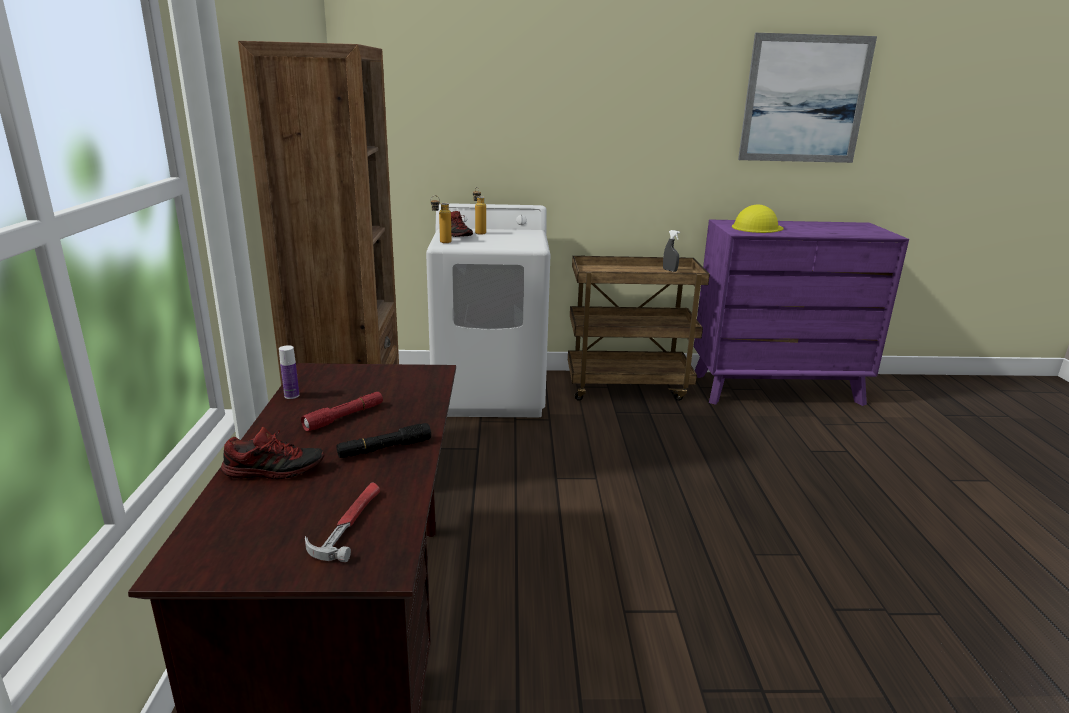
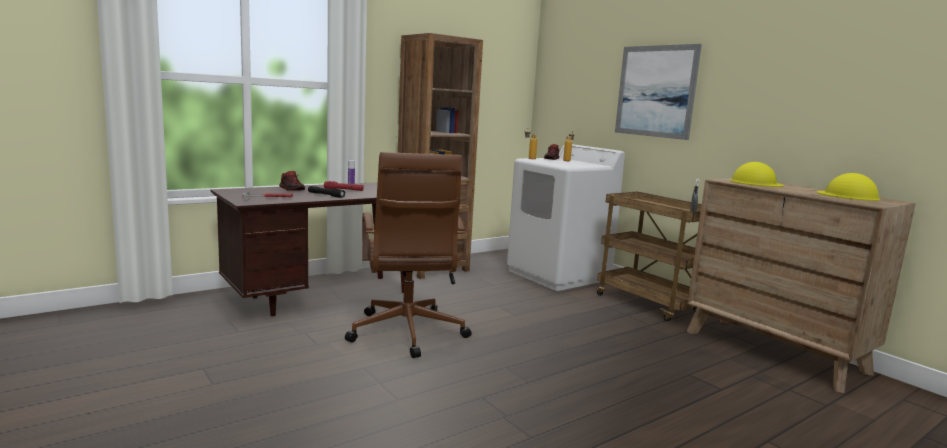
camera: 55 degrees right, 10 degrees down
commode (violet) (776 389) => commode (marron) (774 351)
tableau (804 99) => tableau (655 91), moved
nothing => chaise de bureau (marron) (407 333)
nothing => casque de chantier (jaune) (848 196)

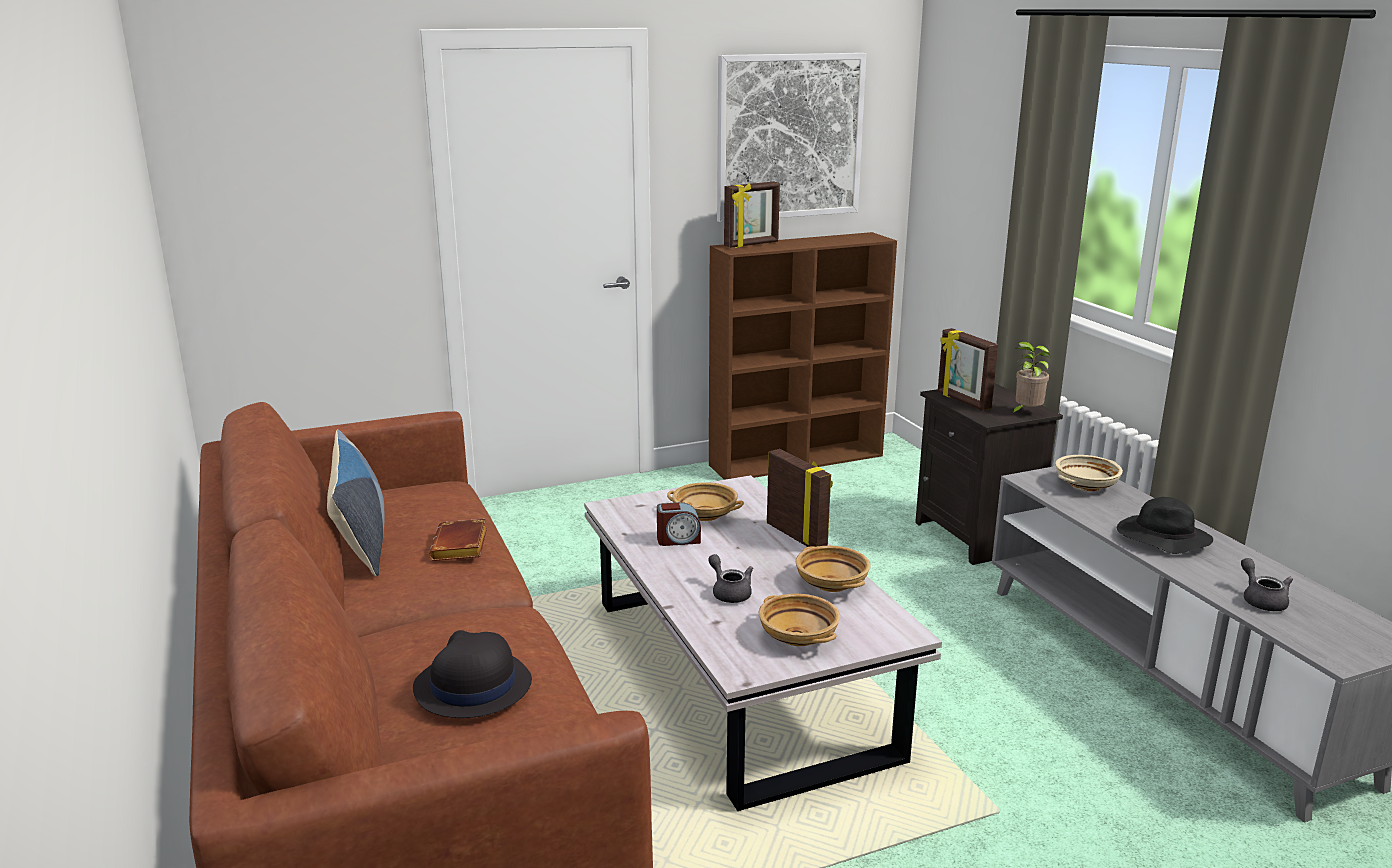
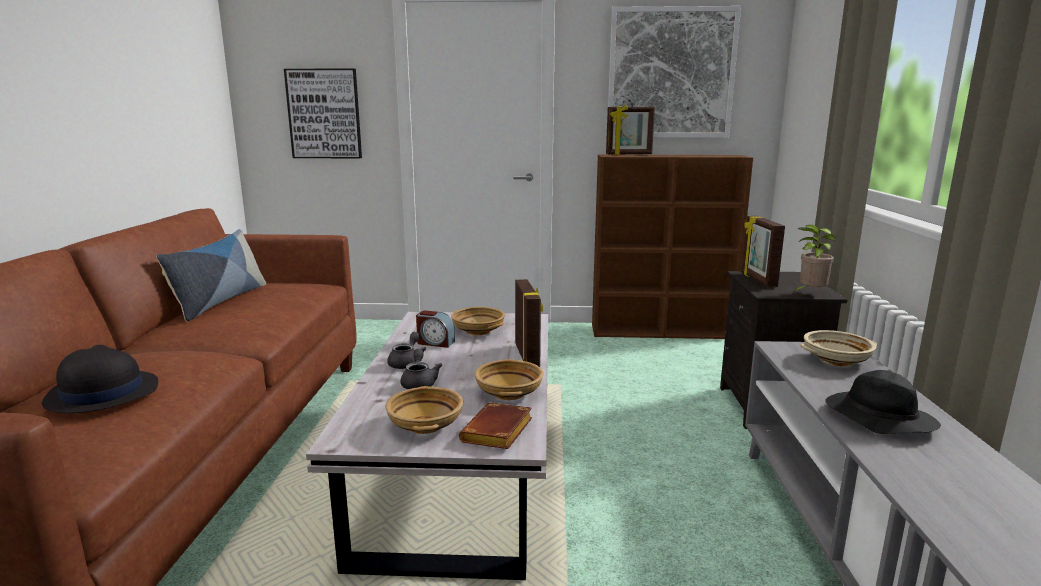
camera: 25 degrees right, 5 degrees down
livre (marron) (461 547) => livre (marron) (498 433), moved
théière (gris) (1261 600) => théière (gris) (407 363), moved
nothing => tableau (324 114)

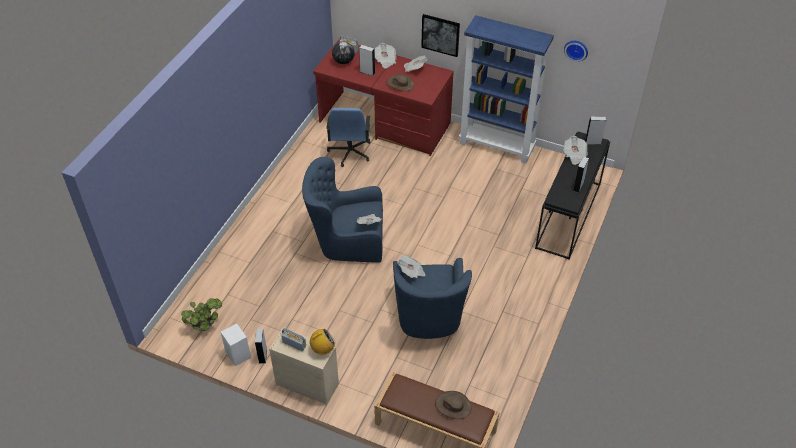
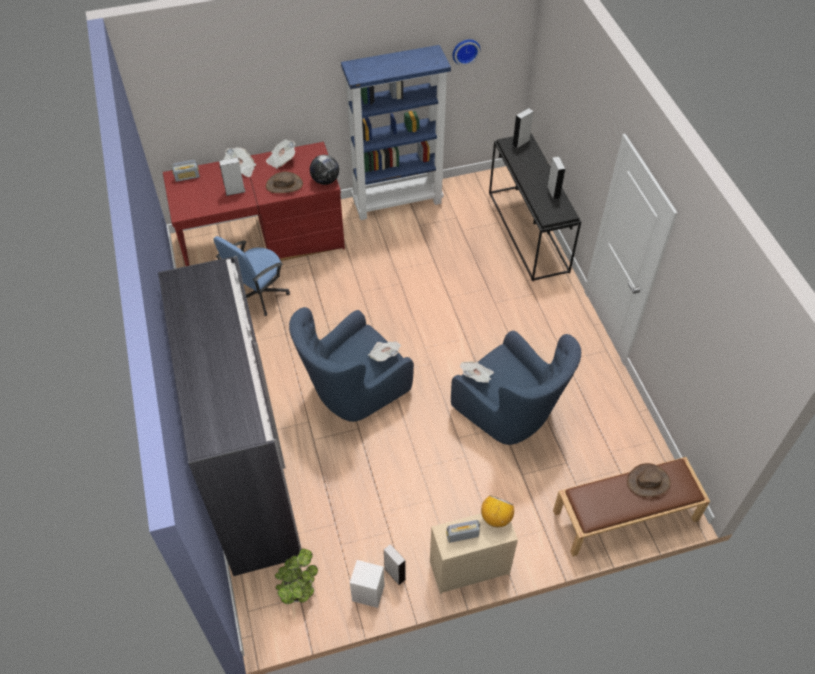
camera: 40 degrees left, 5 degrees up
chaise de bureau (bleu) (350 152) => chaise de bureau (bleu) (258 294), 75 degrees clockwise
globe (343 61) => globe (325 180), moved
tableau (440 35) => nothing
journal (574 155) => nothing
nothing => armoire (gris) (250 476)

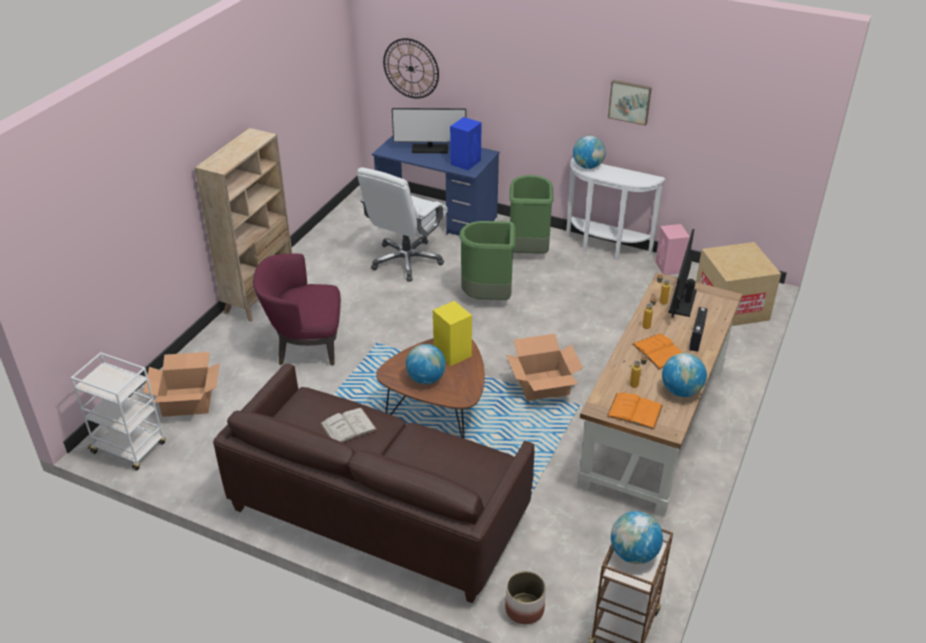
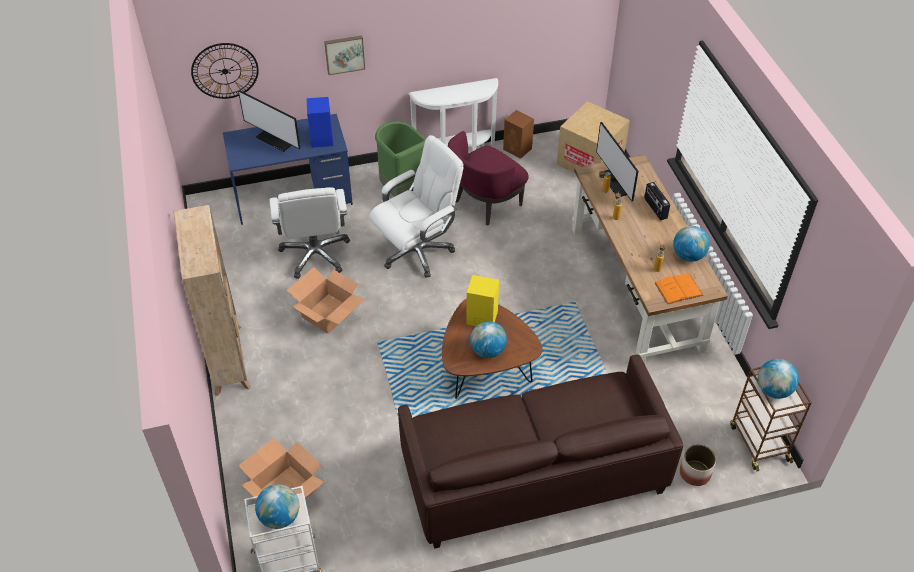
camera: 40 degrees left, 10 degrees up
fauteuil (violet) (305 346) => fauteuil (violet) (485 204), moved
livre (blanc) (348 427) => nothing
écran d'ordinateur (430 149) => écran d'ordinateur (275 140), 75 degrees clockwise
poubelle (vert) (488 298) => chaise de bureau (blanc) (417 251)
carton (543 385) => carton (328 313), moved
globe (587 166) => globe (280 517), moved
tableau (630 101) => tableau (344 54), moved
livre (orange) (659 351) => nothing
enceinte (rose) (669 267) => enceinte (marron) (518 149)

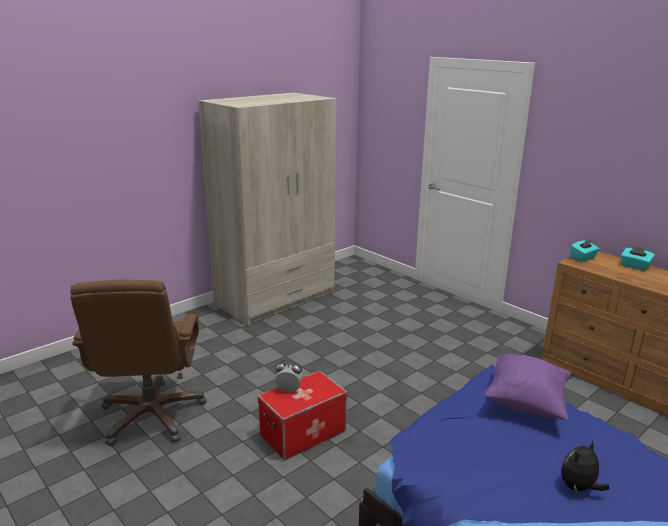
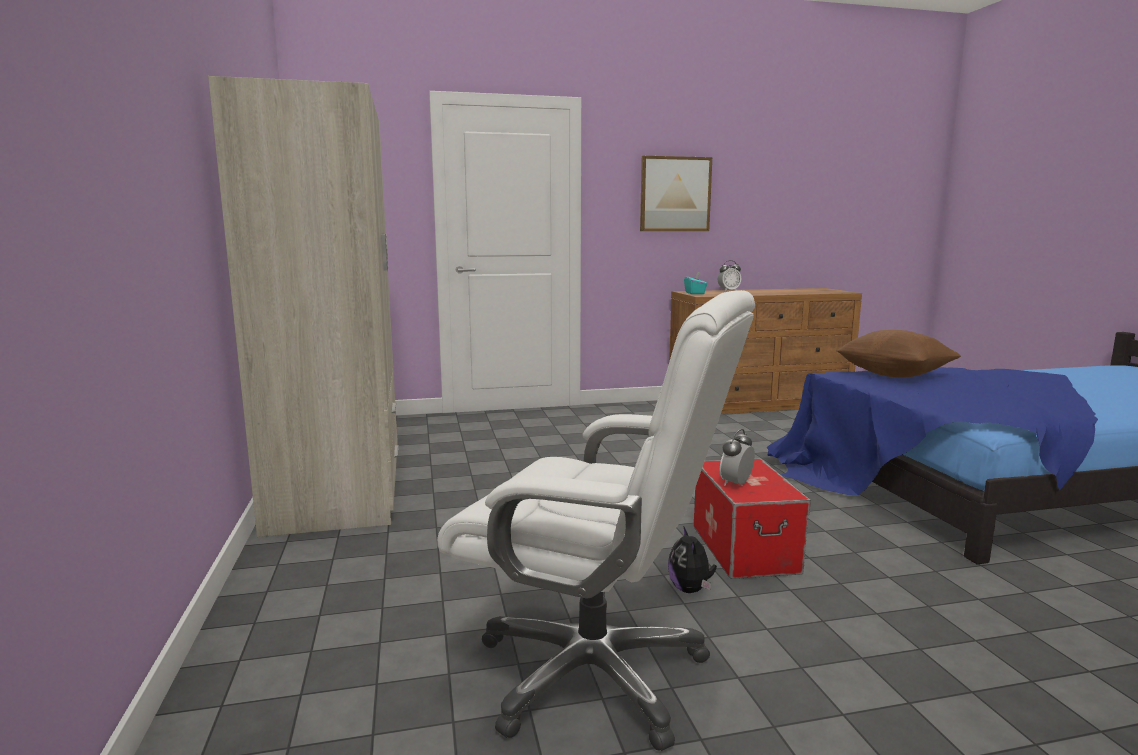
camera: 60 degrees left, 10 degrees down
chaise de bureau (marron) (152 416) => chaise de bureau (blanc) (594 673)
coussin (violet) (526 403) => coussin (marron) (894 375)
peluche (579 488) => peluche (690 590), moved
boîte à mouchoirs (turquoise) (635 266) => réveil (728 291)
nothing => tableau (675 194)

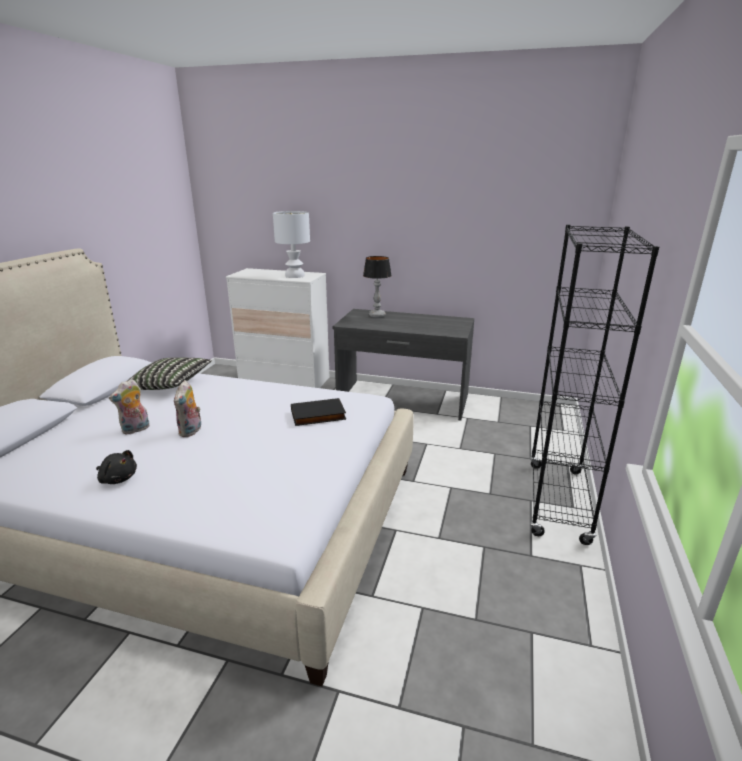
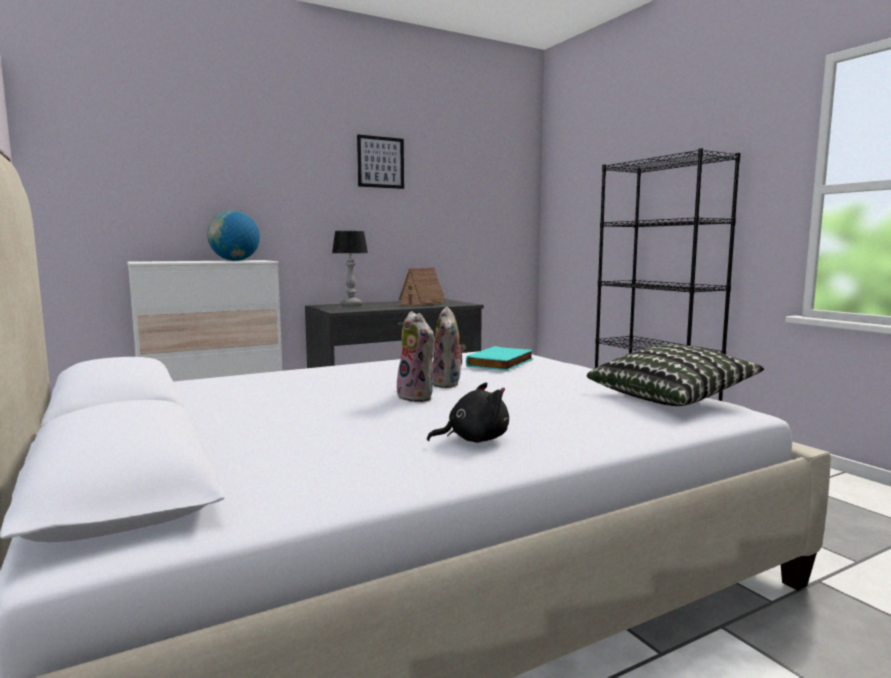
camera: 45 degrees left, 15 degrees down
peluche (135 430) => peluche (448 384), moved
coussin (171 385) => coussin (670 397), moved
lampe de table (blanc) (294 276) => globe (235 260)
livre (noir) (318 416) => livre (turquoise) (502 363)
nothing => tableau (380 162)
nothing => maison miniature (420 304)

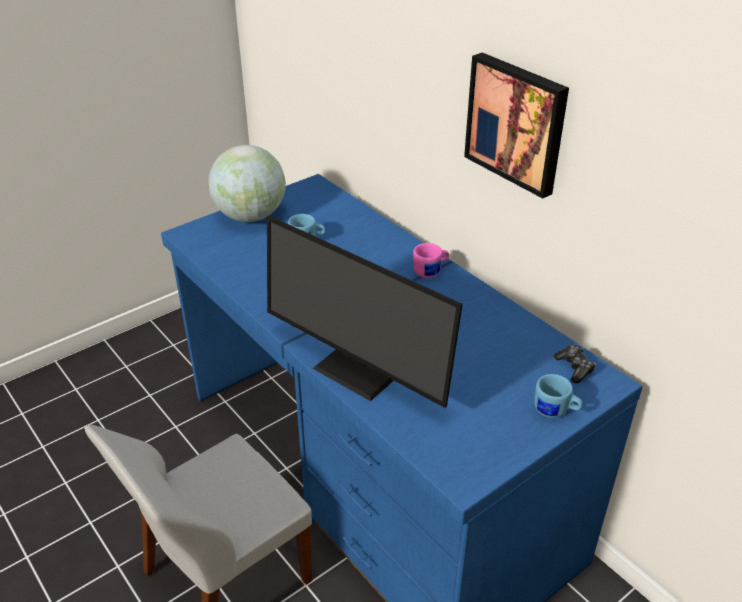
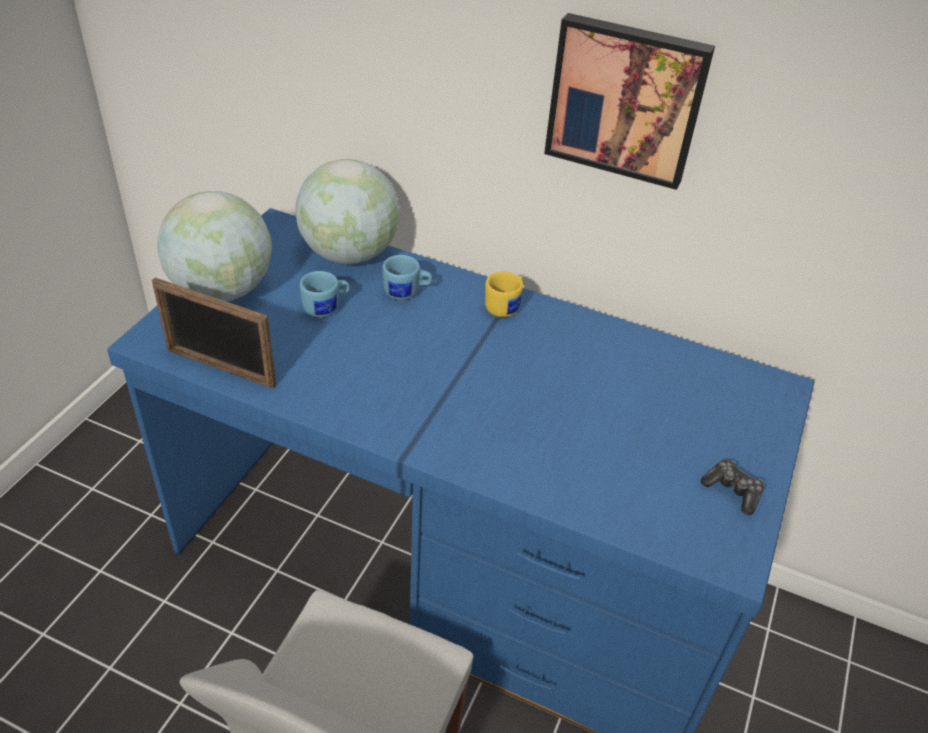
camera: 30 degrees left, 5 degrees up
écran d'ordinateur (362 366) => nothing
mug (rose) (431 271) => mug (jaune) (505 306)
mug (bleu) (555 411) => mug (bleu) (407 293), moved
manette (574 368) => manette (732 491), moved
nothing => cadre photo (220 368)
nothing => globe (349 254)

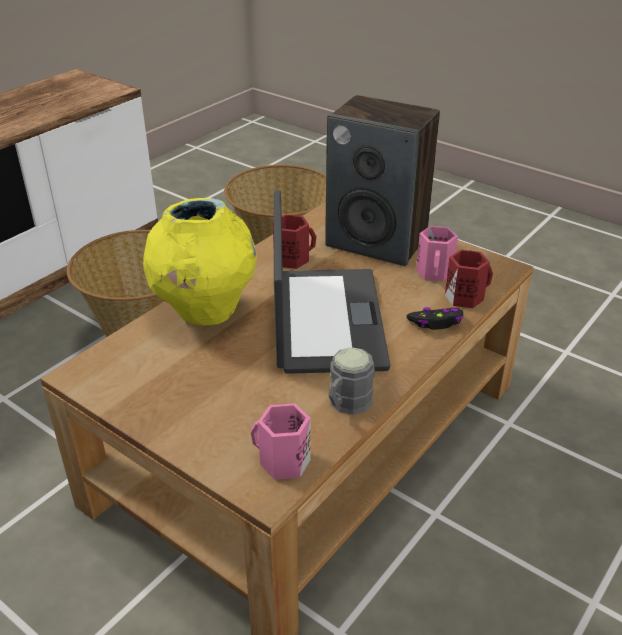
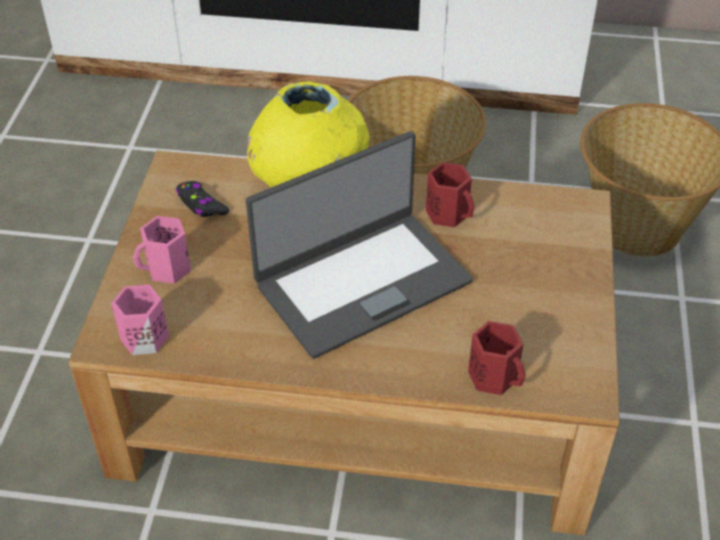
camera: 60 degrees right, 10 degrees up
enceinte (378 241) => nothing
mug (gris) (346 404) => nothing
manette (noir) (436 323) => manette (noir) (201 205), moved
mug (rose) (435 272) => mug (rose) (167 269), moved

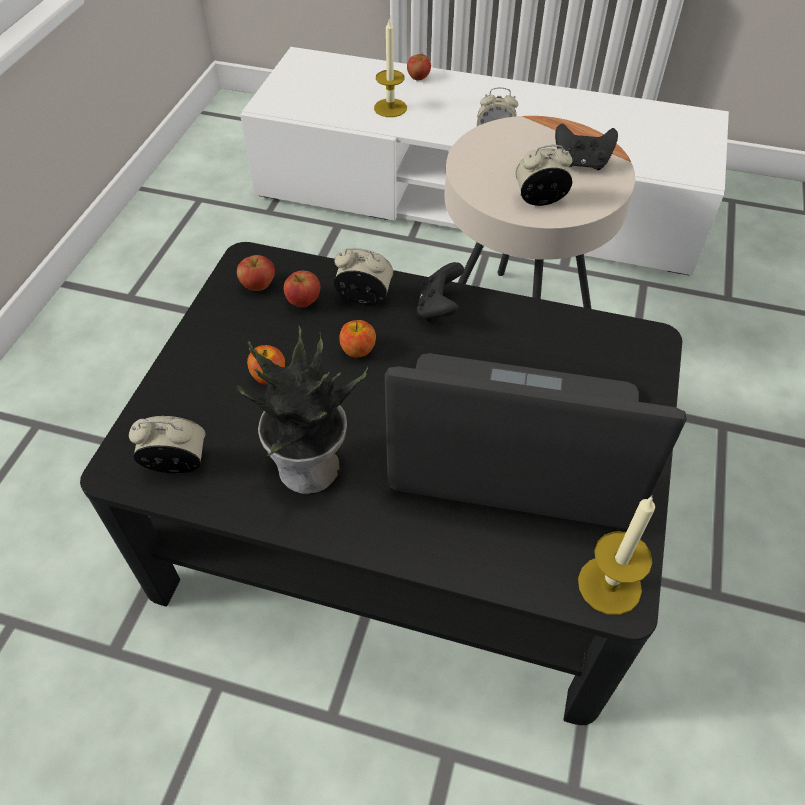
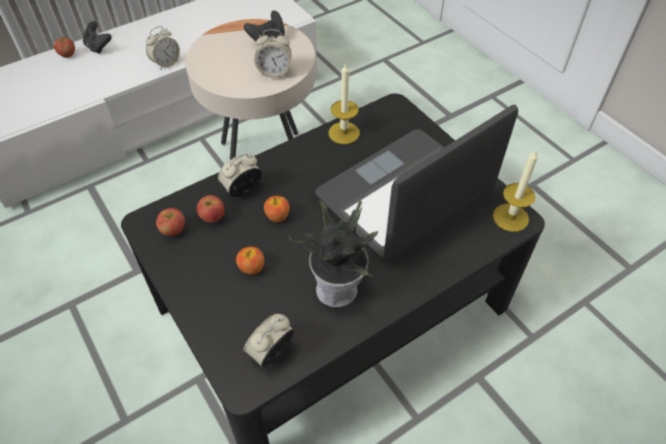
camera: 50 degrees left, 0 degrees up
bougie (390 108) => bougie (344 133), moved
manette (noir) (438 308) => manette (noir) (98 47), moved
réveil (540 200) => réveil (274 72), 120 degrees counterclockwise

